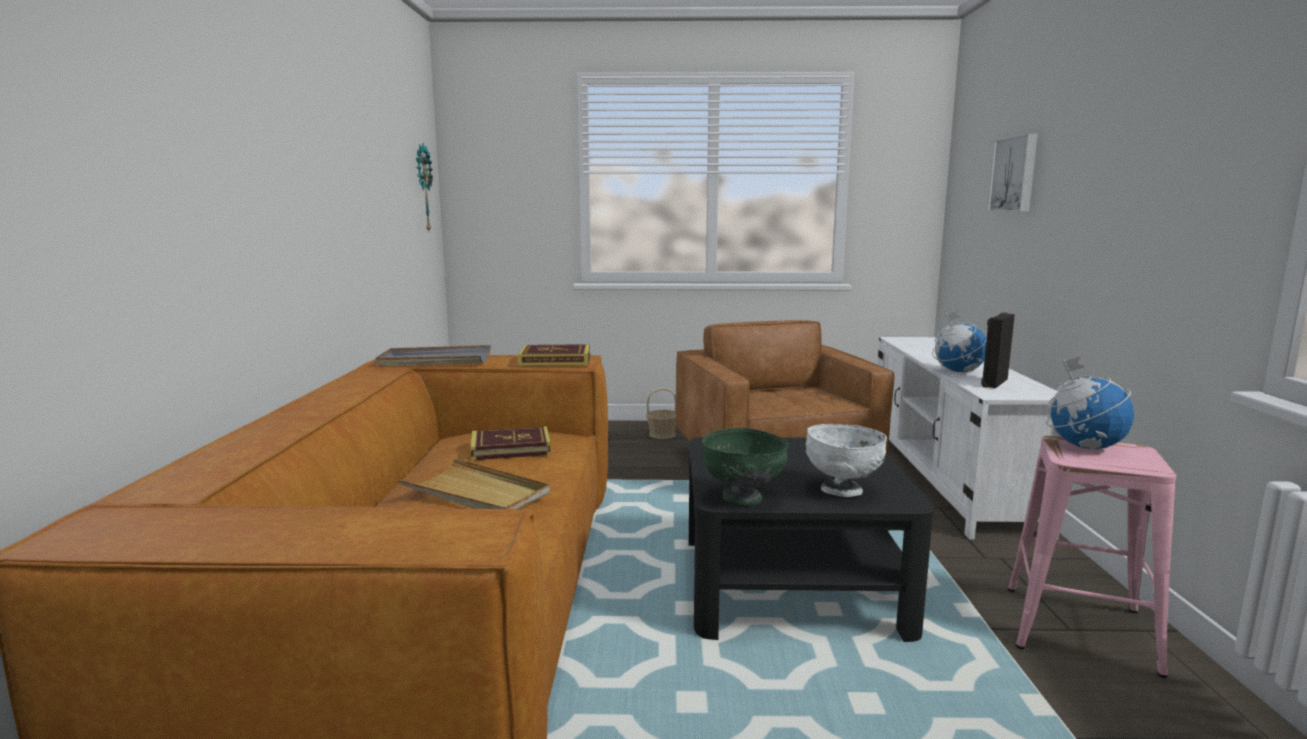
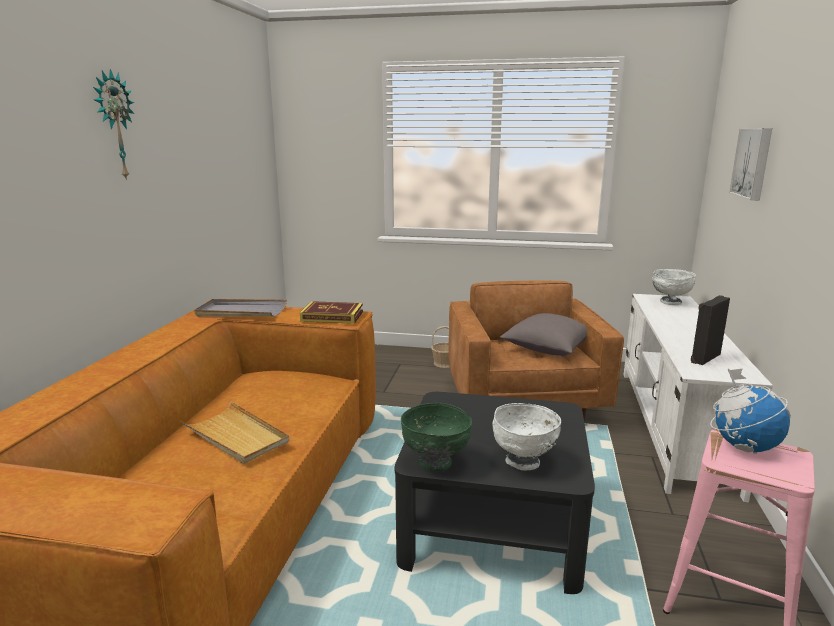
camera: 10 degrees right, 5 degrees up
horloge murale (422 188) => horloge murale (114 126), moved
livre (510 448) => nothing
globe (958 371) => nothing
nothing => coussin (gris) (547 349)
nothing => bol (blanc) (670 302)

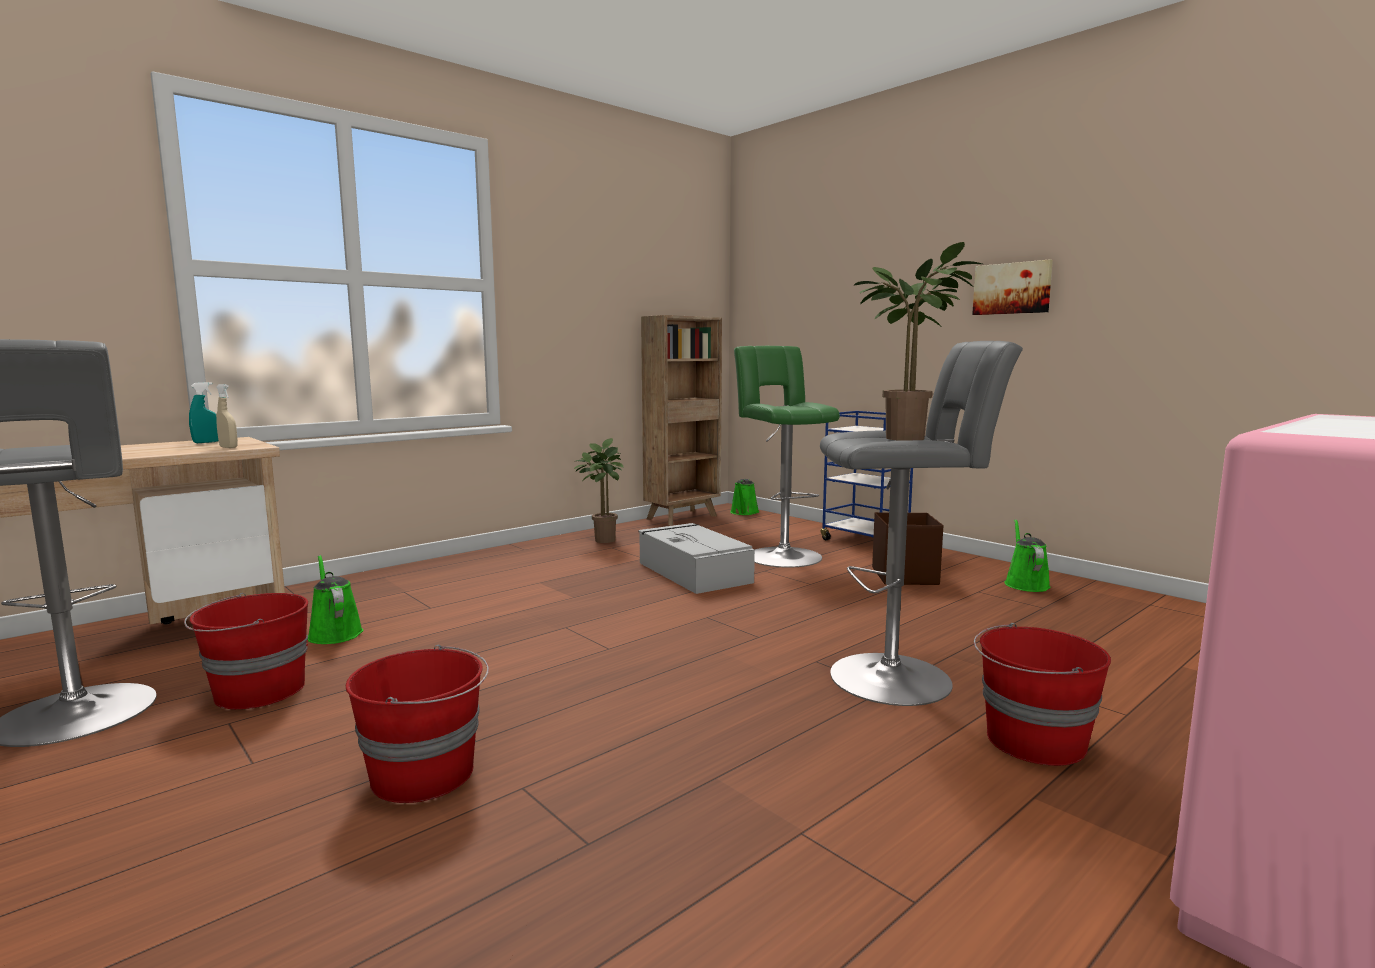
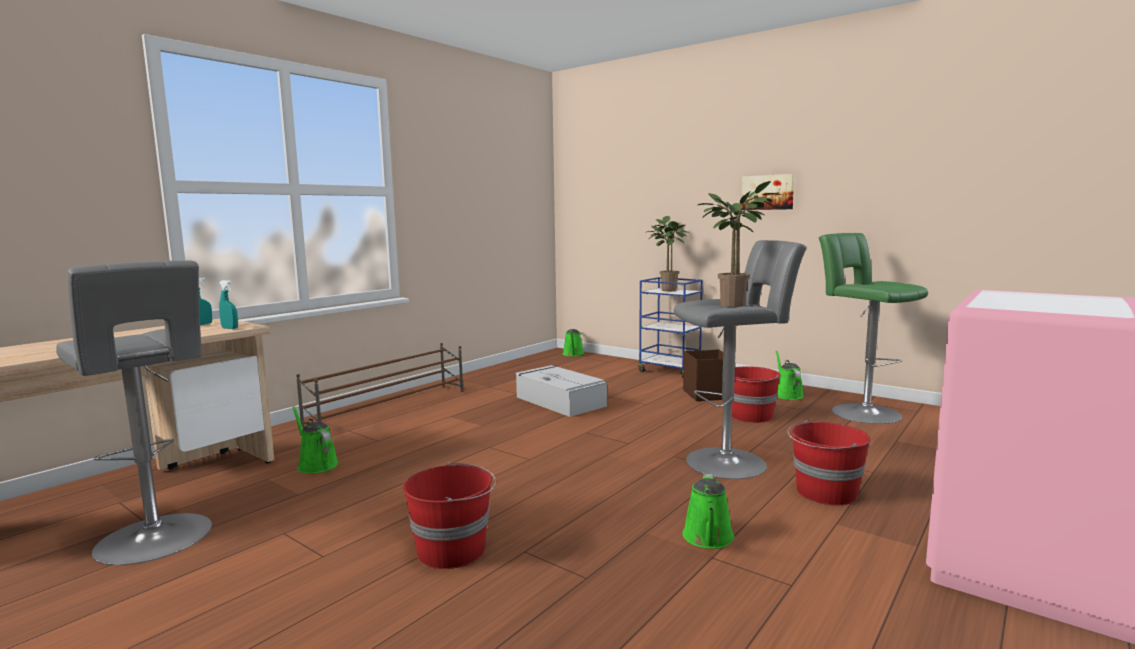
camera: 10 degrees left, 0 degrees up
seau (rouge) (257 691) => seau (rouge) (751 416), moved
vaporisateur (beige) (228 447) => vaporisateur (turquoise) (230 328)
plante en pot (602 539) => plante en pot (666 290), moved
bibliothèque (marron) (683 517) => nothing
tabouret (vert) (781 555) => tabouret (vert) (861 412), moved
nothing => étagère à chaussures (marron) (390 408)
nothing => arrosoir (vert) (708 539)

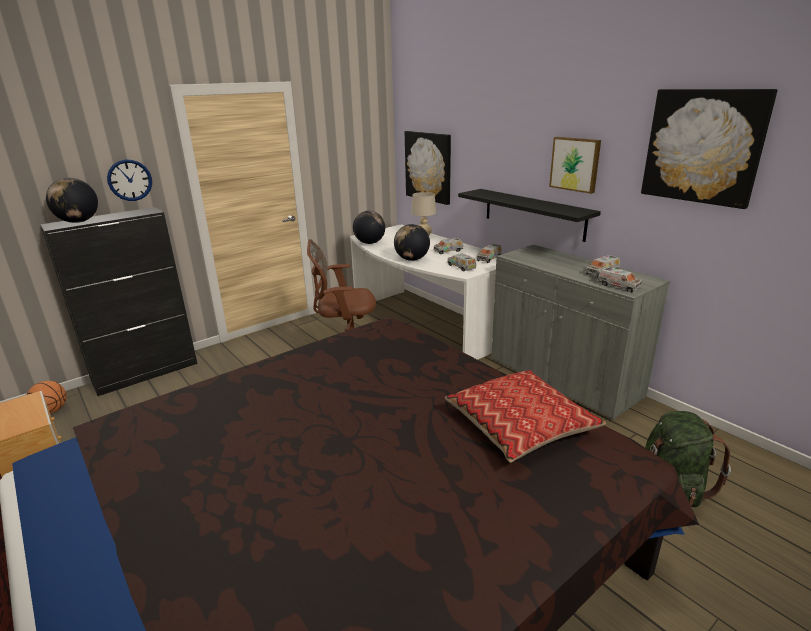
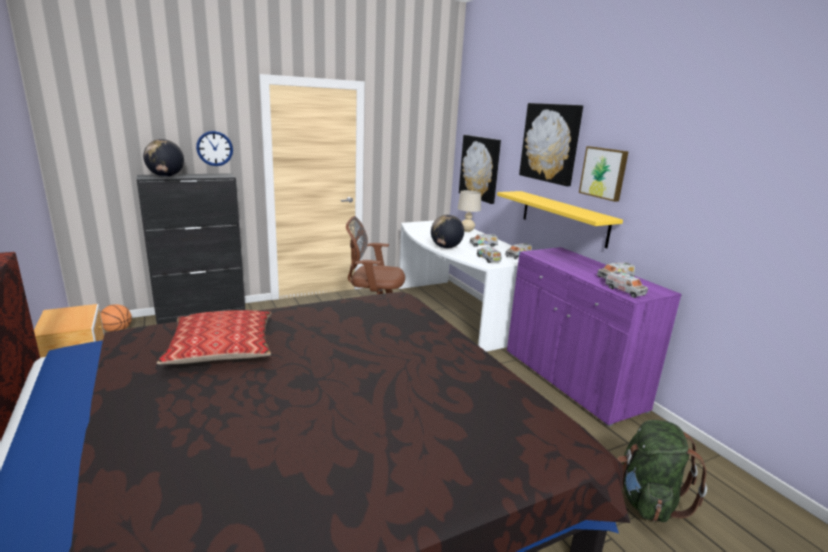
camera: 10 degrees right, 5 degrees down
globe (369 243) => nothing
coussin (520 424) => coussin (221 348), moved
étagère (noir) (533 214) => étagère (jaune) (563 218)
meuble de rangement (gris) (563 378) => meuble de rangement (violet) (571 380)
tableau (703 146) => tableau (550 143), moved

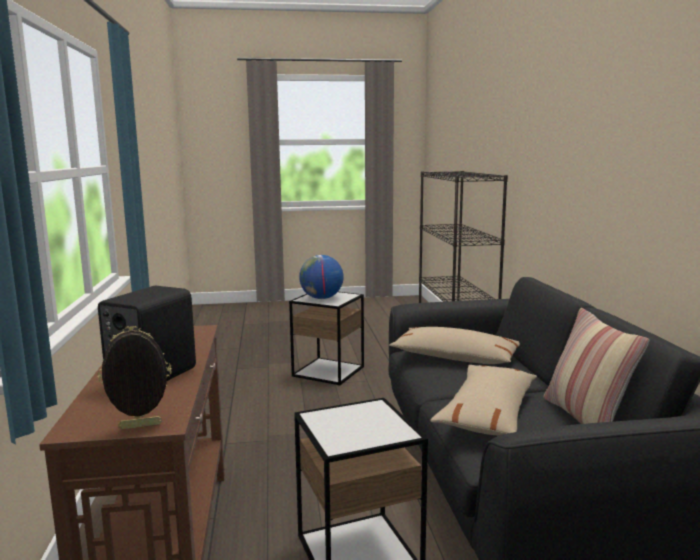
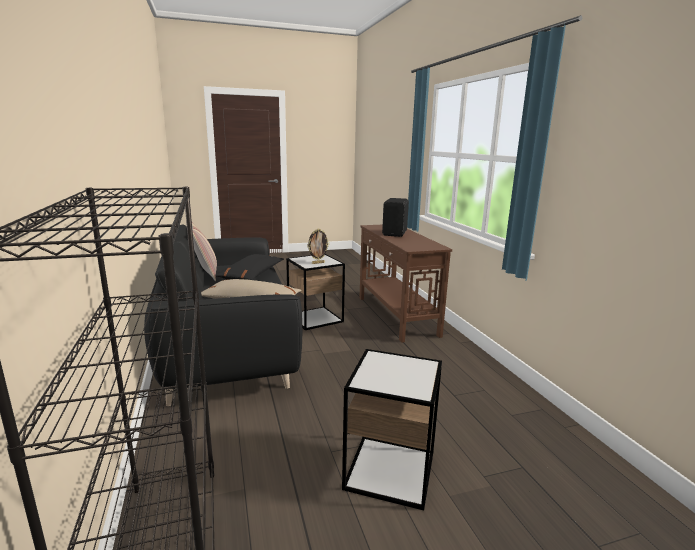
camera: 170 degrees right, 5 degrees up
cadre photo (140 427) => cadre photo (318 263), moved
globe (321 298) => nothing
coussin (beige) (488 413) => coussin (noir) (251 275)

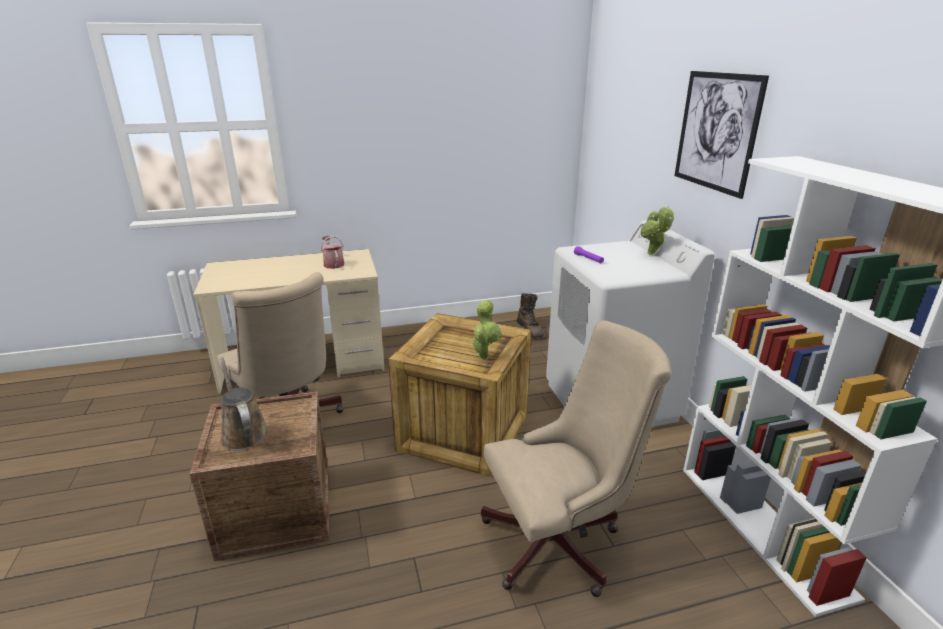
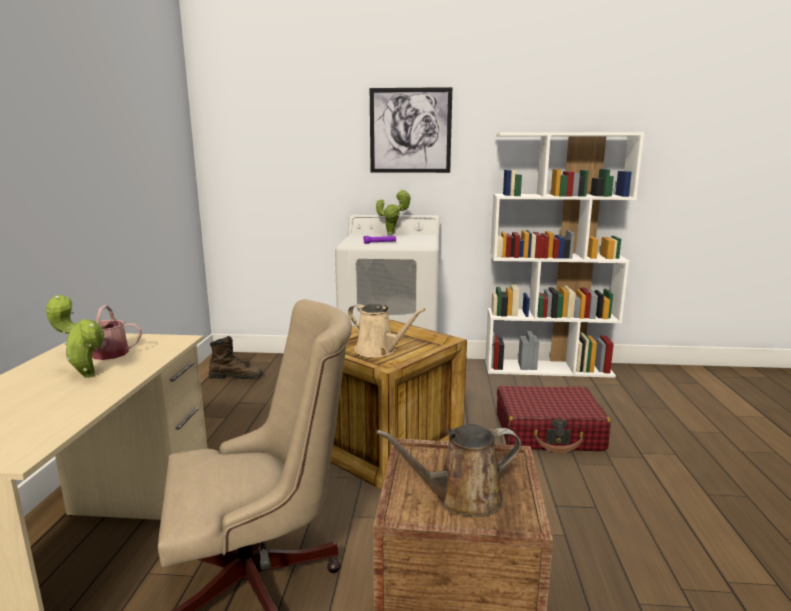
camera: 70 degrees left, 10 degrees down
plante en pot (484 356) => plante en pot (86 375), moved
chaise de bureau (beige) (560 542) => valise (rouge) (548 432)
nothing => arrosoir (beige) (378 351)

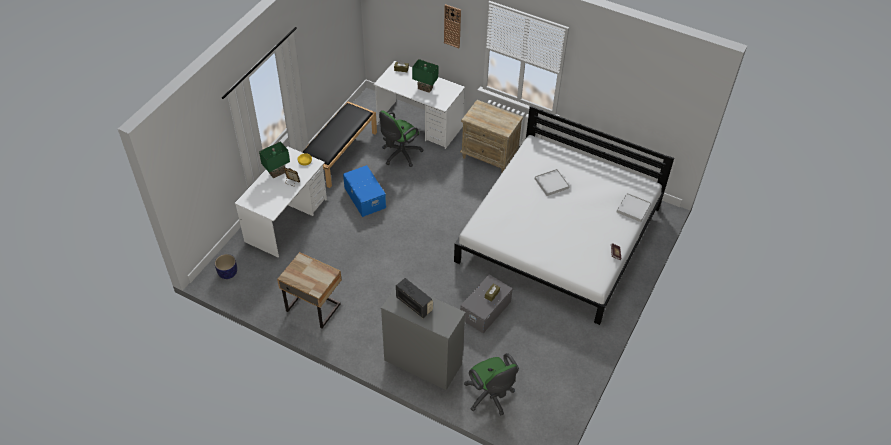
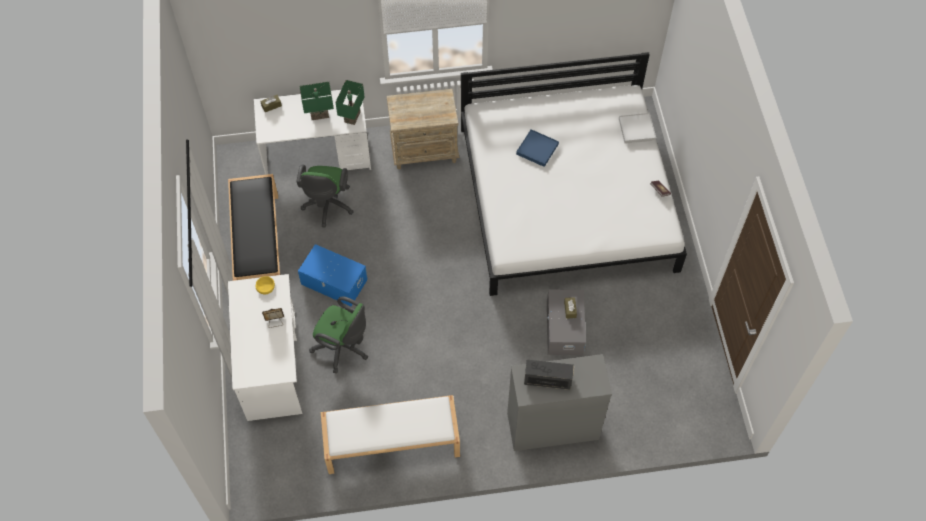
camera: 35 degrees left, 10 degrees up
cache-pot (228 273) => nothing
lampe de table (vert) (277 173) => lampe de table (vert) (353 117), moved
table de chevet (beige) (314 306) => banc (blanc) (391 443)
horloge murale (452 26) => nothing
chaise de bureau (vert) (490 397) => chaise de bureau (vert) (343 348), moved
plateau (blanc) (551 183) => plateau (bleu) (537 149)

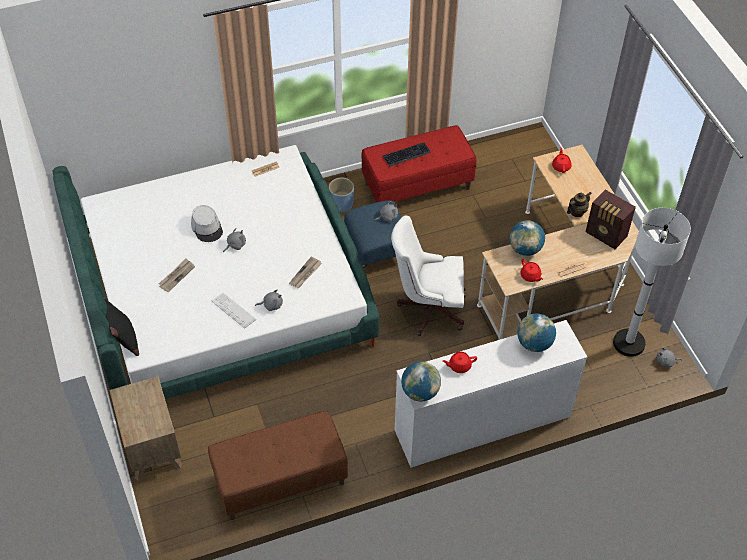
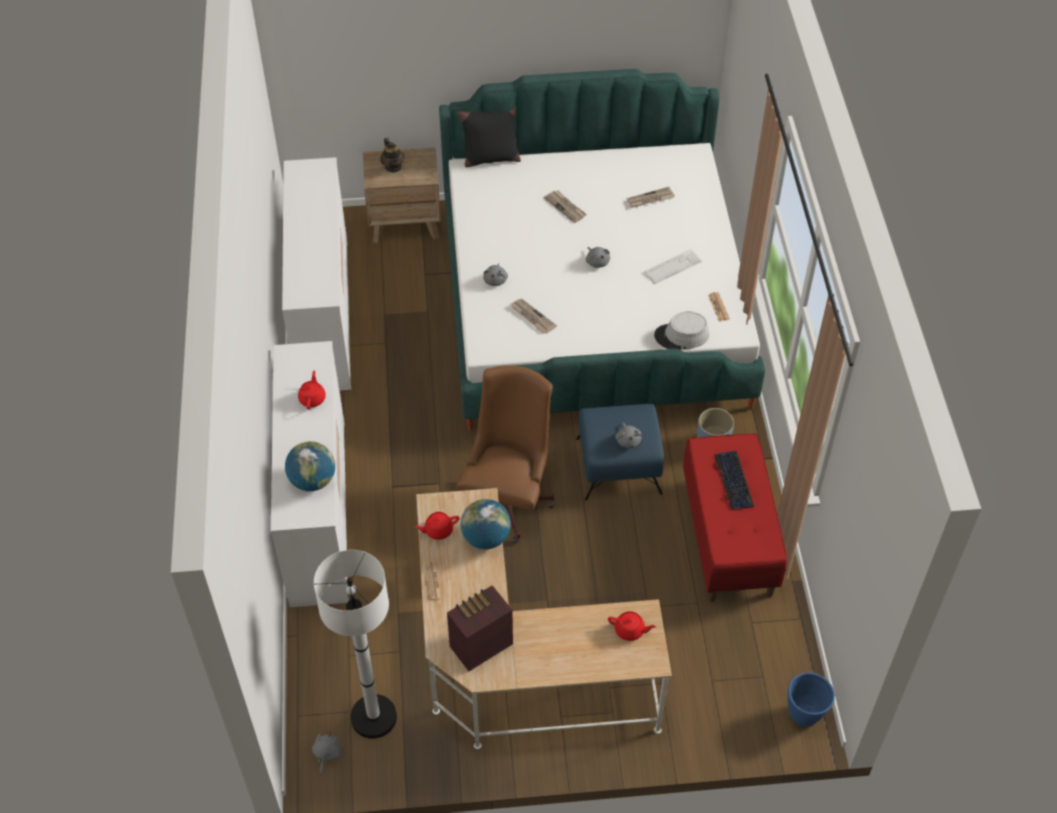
camera: 105 degrees right, 0 degrees up
chapeau (gris) (207 227) => chapeau (gris) (681 336), moved
banc (marron) (280 481) => commode (blanc) (324 315)
clavier (233 310) => clavier (672 267), moved
chaise de bureau (blanc) (428 308) => chaise de bureau (marron) (508 498)
globe (420 392) => nothing
théière (576 212) => théière (393 167), moved
nothing => journal (650 199)
nothing => cache-pot (bleu) (804 715)

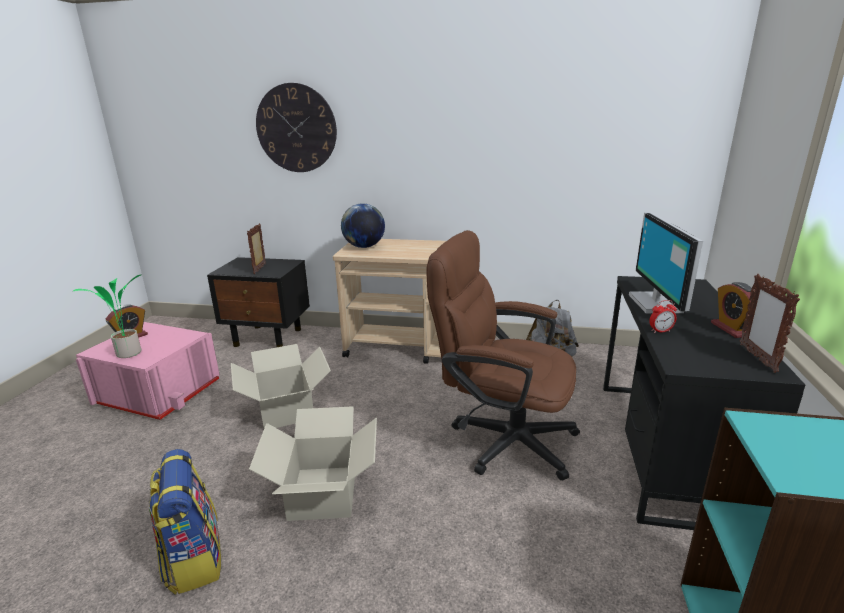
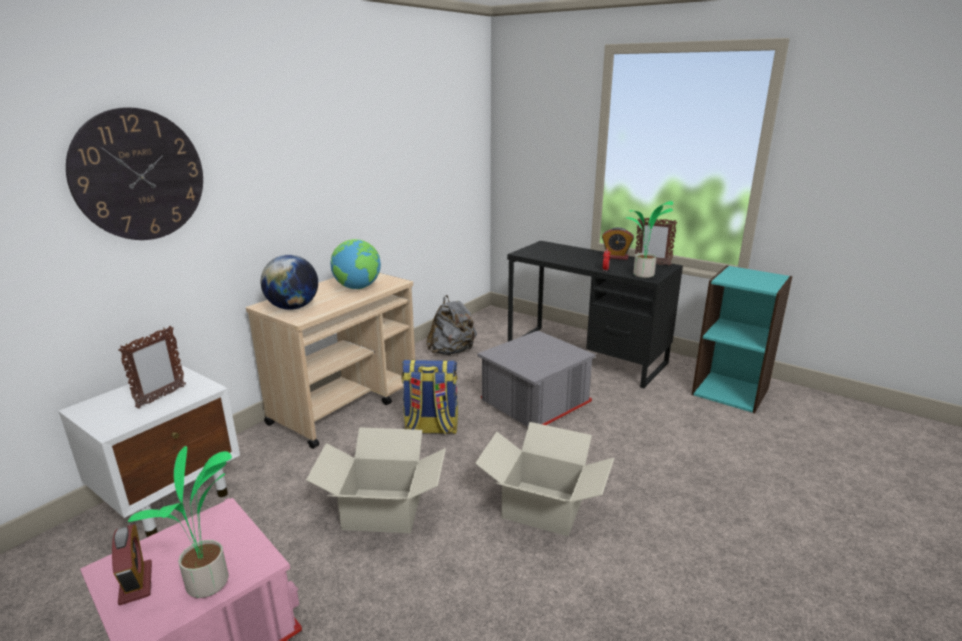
camera: 65 degrees left, 0 degrees up
sac à dos (193 559) => sac à dos (431 428), moved
table de chevet (noir) (269 337) => table de chevet (blanc) (173 499)
cadre photo (260 269) => cadre photo (161 397), 90 degrees counterclockwise
chaise de bureau (marron) (502 438) => boîte de rangement (gris) (533 403)
écran d'ordinateur (657 303) => nothing
nothing => globe (358 288)
nothing => plante en pot (643 275)

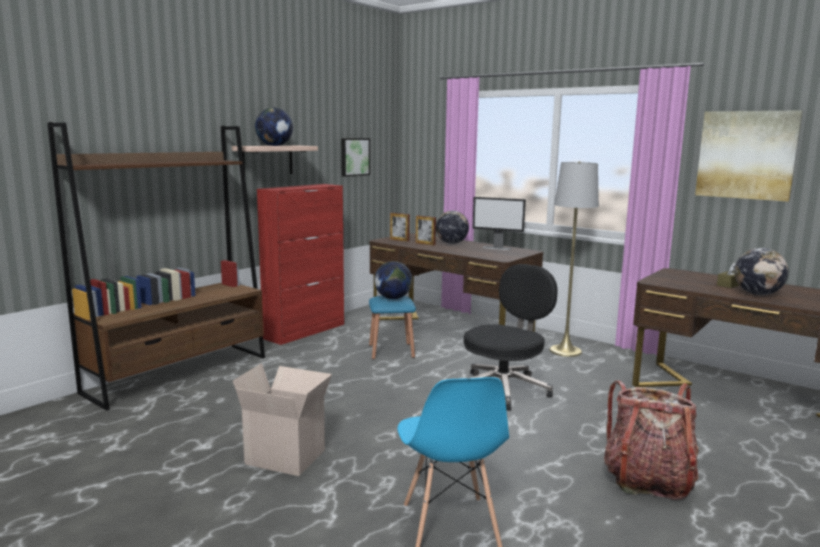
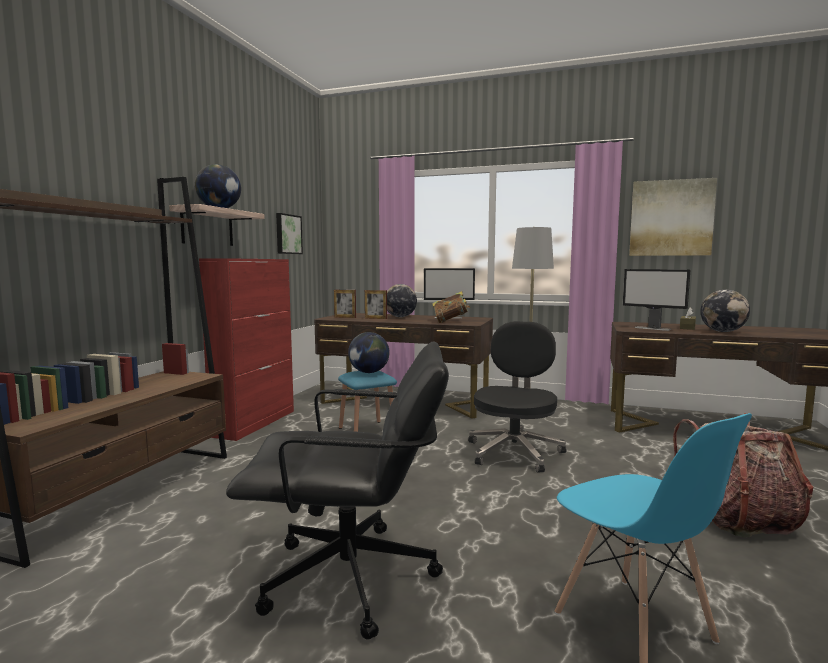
camera: 20 degrees left, 5 degrees down
carton (288 456) => chaise de bureau (noir) (351 579)
nothing => livre (450 322)
nothing => écran d'ordinateur (652 328)

